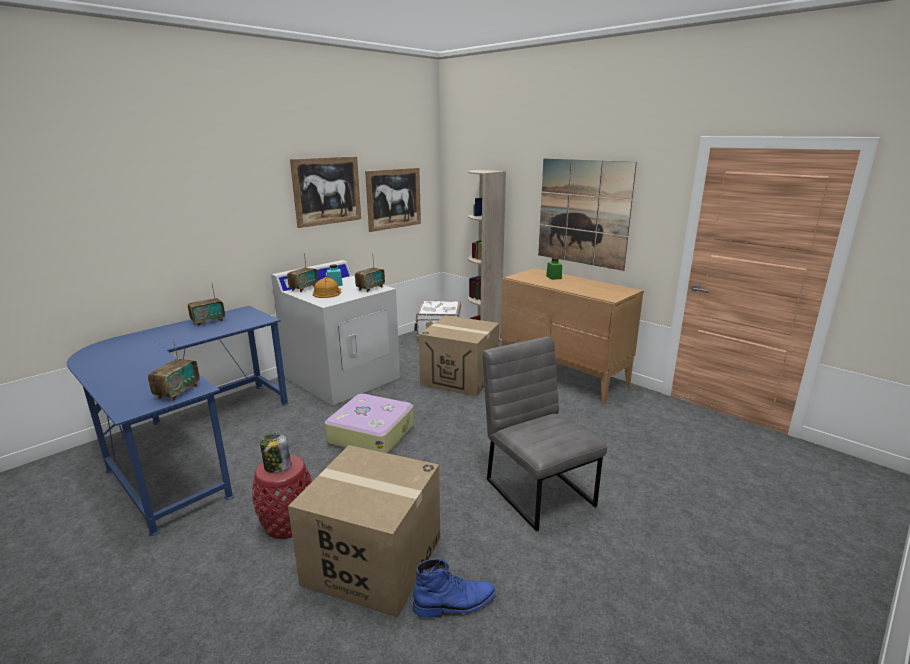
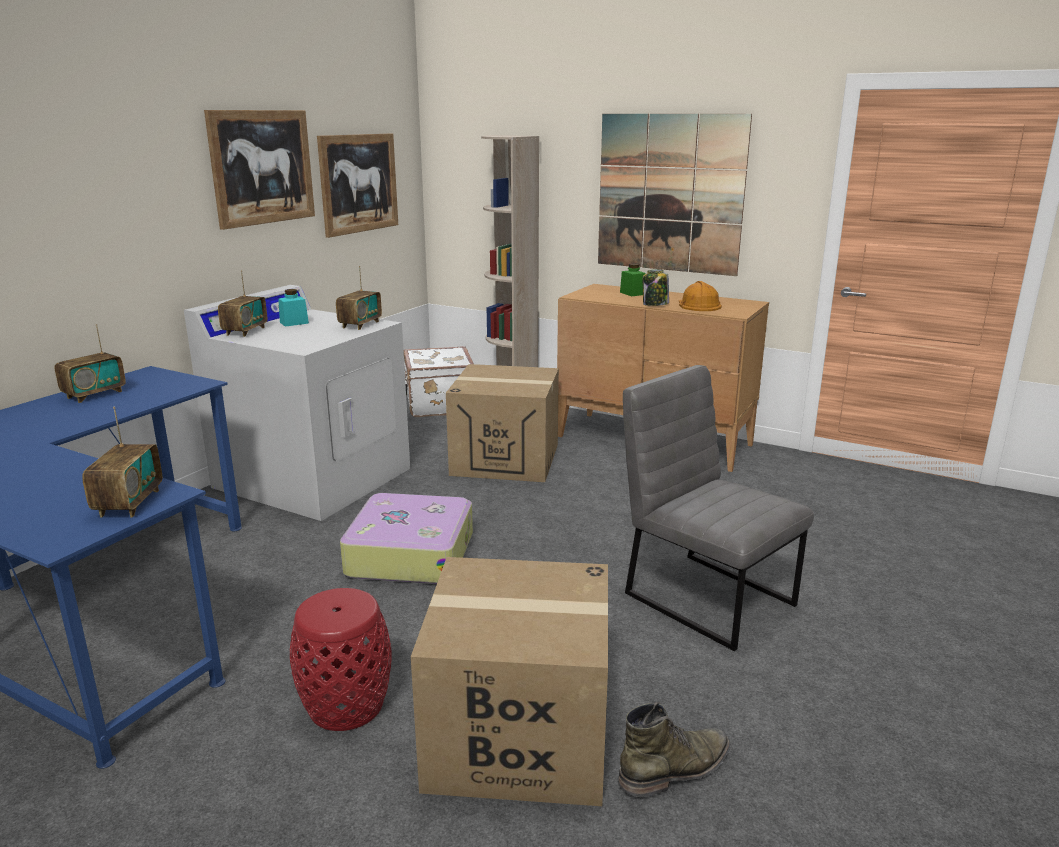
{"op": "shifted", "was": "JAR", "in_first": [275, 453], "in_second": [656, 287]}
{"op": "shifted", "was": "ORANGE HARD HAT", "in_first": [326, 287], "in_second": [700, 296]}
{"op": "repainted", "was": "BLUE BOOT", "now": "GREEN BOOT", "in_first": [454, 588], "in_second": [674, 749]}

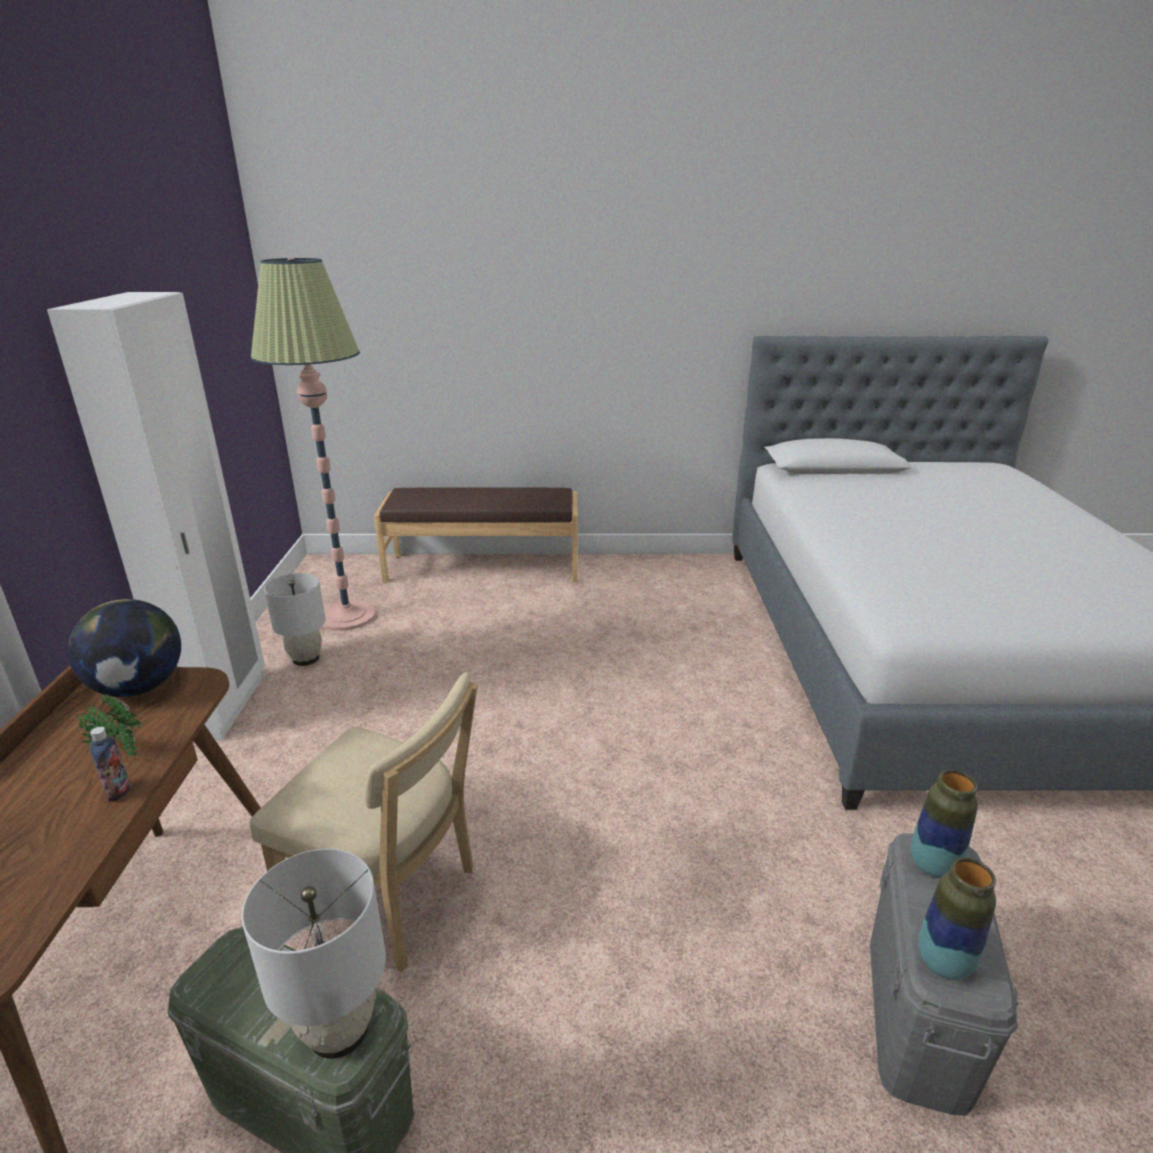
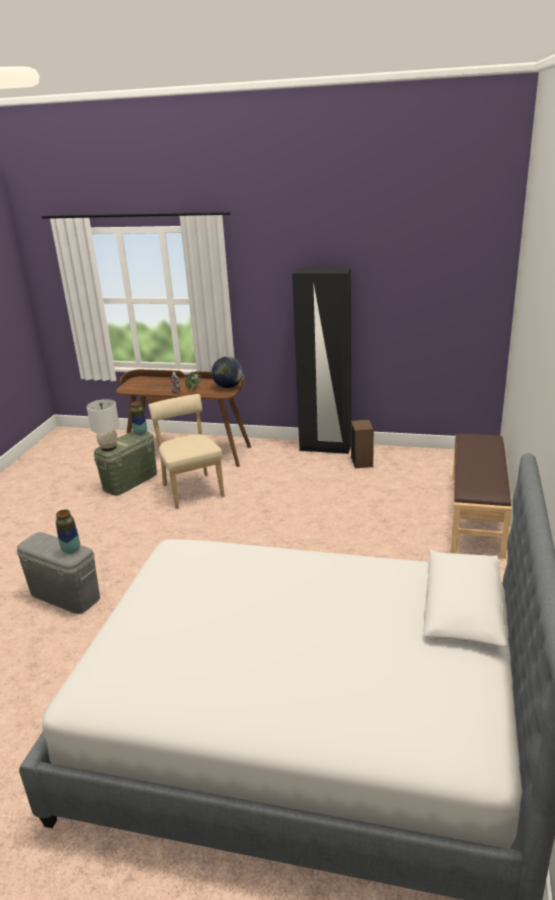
{"op": "gone", "was": "FLOOR LAMP", "in_first": [313, 444]}
{"op": "shifted", "was": "VASE", "in_first": [957, 919], "in_second": [138, 418]}
{"op": "swapped", "was": "WHITE TABLE LAMP", "now": "SPEAKER", "in_first": [295, 619], "in_second": [362, 443]}
{"op": "repainted", "was": "WHITE WARDROBE", "now": "BLACK WARDROBE", "in_first": [156, 516], "in_second": [321, 361]}
{"op": "rotated", "was": "BEIGE CHAIR", "in_first": [364, 822], "in_second": [186, 451], "clockwise": 120}

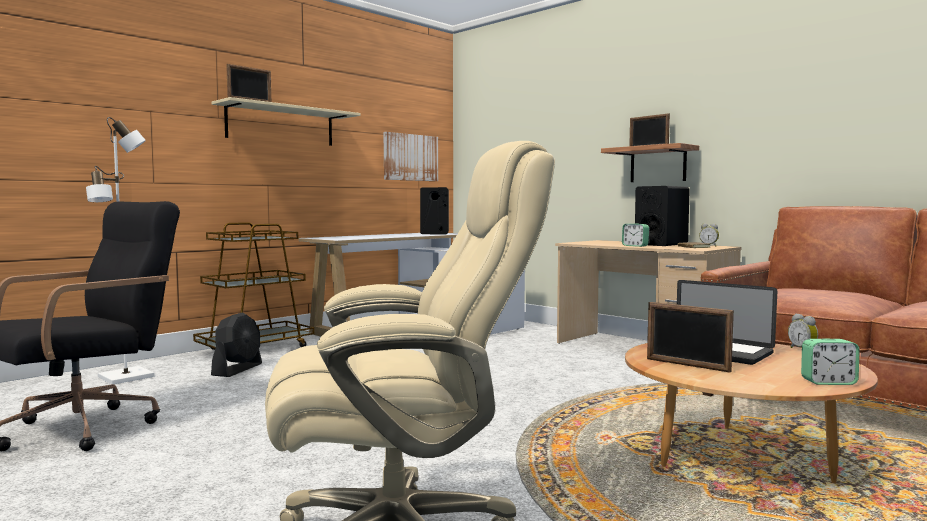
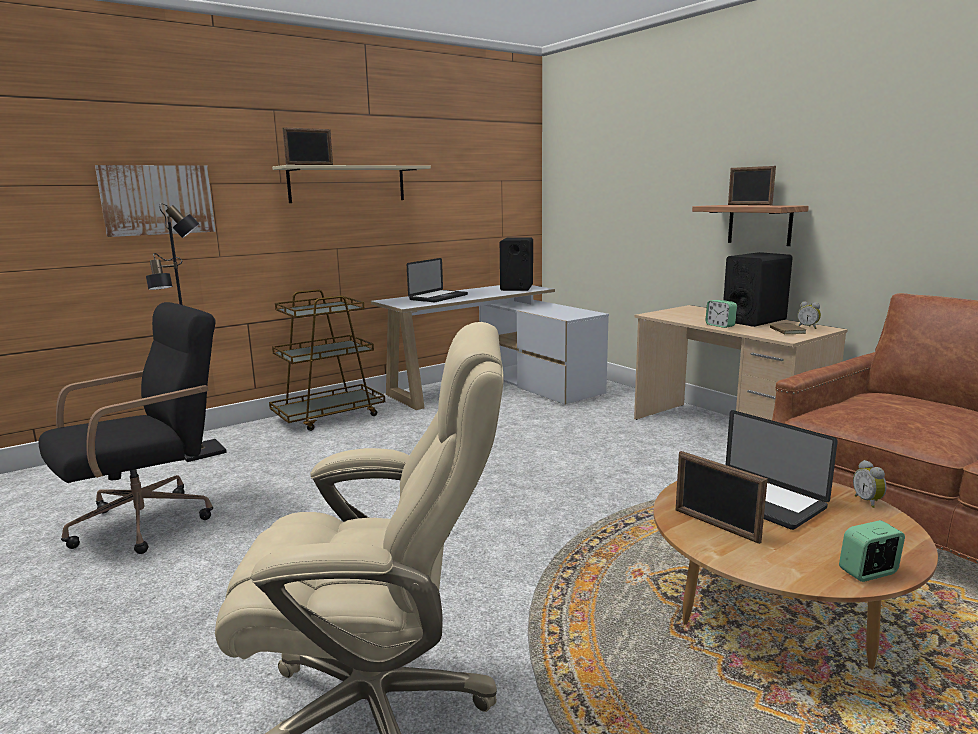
{"op": "gone", "was": "BLACK FAN", "in_first": [236, 345]}
{"op": "new", "now": "LAPTOP", "in_second": [437, 280]}
{"op": "shifted", "was": "PICTURE", "in_first": [411, 156], "in_second": [155, 201]}
{"op": "repainted", "was": "WHITE FLOOR LAMP", "now": "BLACK FLOOR LAMP", "in_first": [120, 250], "in_second": [186, 332]}
{"op": "rotated", "was": "ALARM CLOCK", "in_first": [830, 362], "in_second": [872, 551], "clockwise": 150}

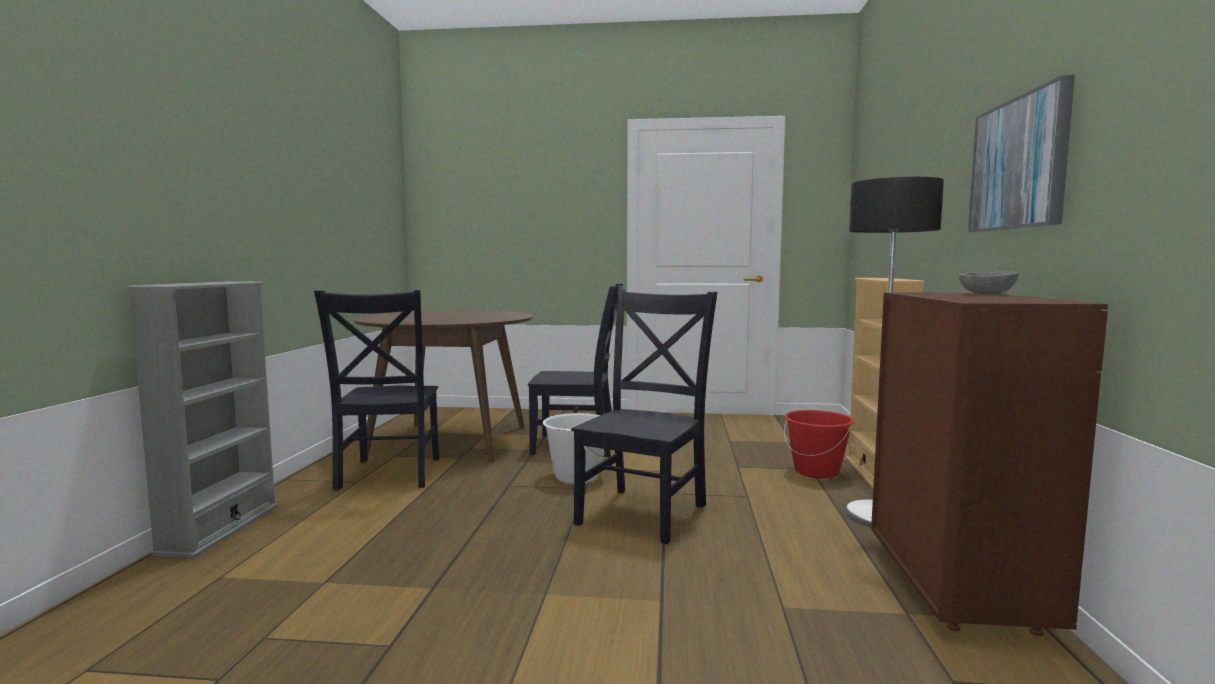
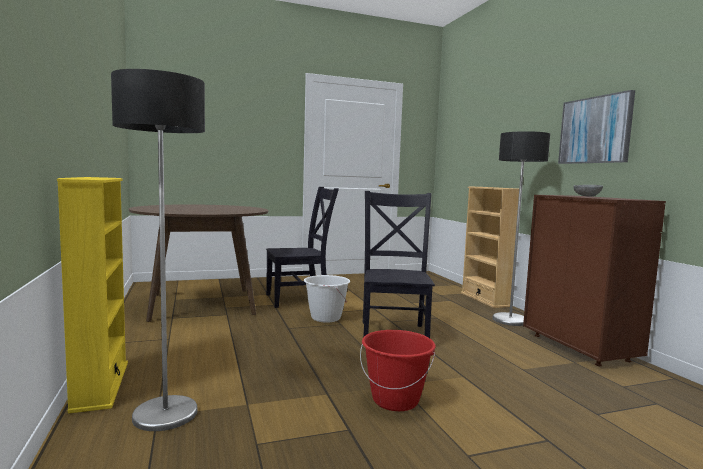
{"op": "gone", "was": "BLACK CHAIR", "in_first": [376, 390]}
{"op": "new", "now": "FLOOR LAMP", "in_second": [158, 250]}
{"op": "shifted", "was": "RED BUCKET", "in_first": [819, 444], "in_second": [398, 370]}
{"op": "repainted", "was": "GREY BOOKCASE", "now": "YELLOW BOOKCASE", "in_first": [202, 419], "in_second": [92, 295]}

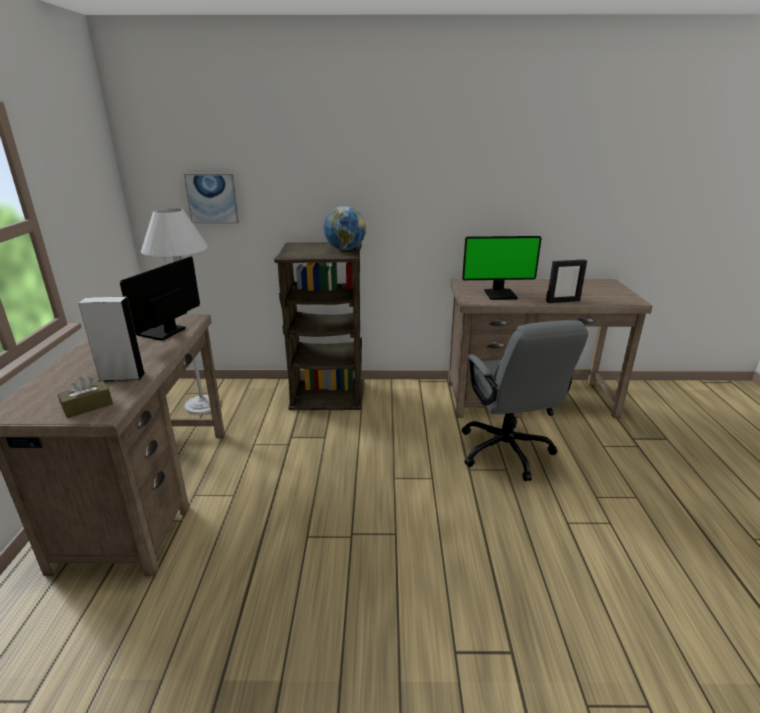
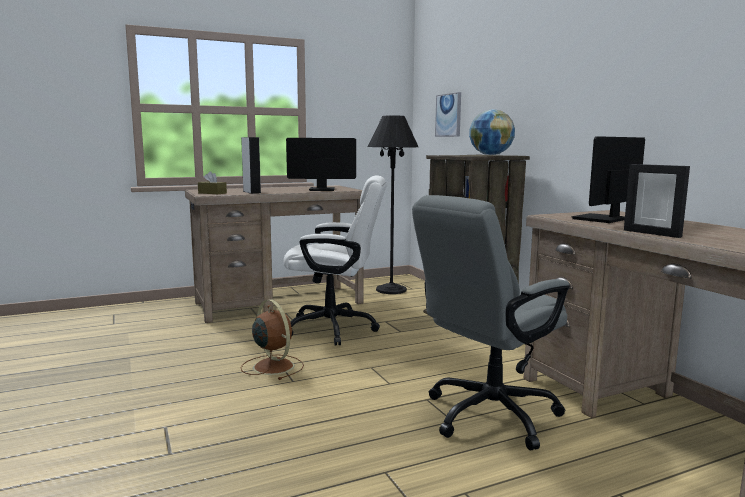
{"op": "new", "now": "BROWN FAN", "in_second": [272, 339]}
{"op": "new", "now": "WHITE OFFICE CHAIR", "in_second": [334, 261]}
{"op": "repainted", "was": "WHITE FLOOR LAMP", "now": "BLACK FLOOR LAMP", "in_first": [181, 311], "in_second": [393, 205]}
{"op": "rotated", "was": "MONITOR", "in_first": [502, 268], "in_second": [608, 179], "clockwise": 75}

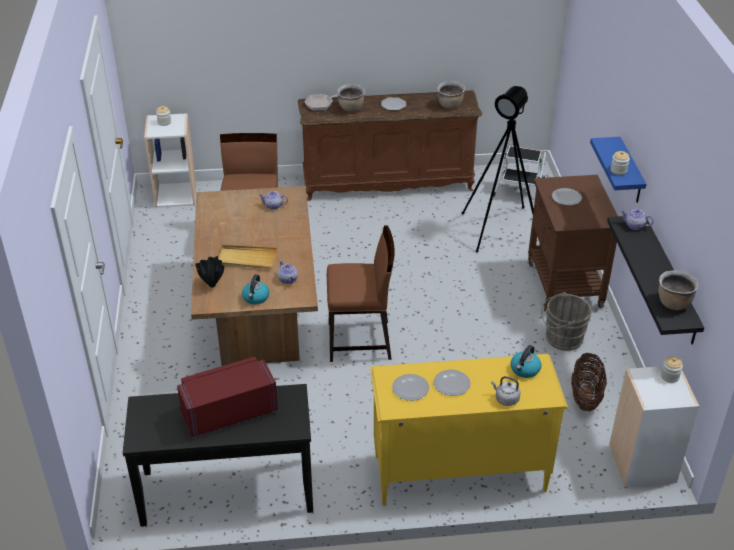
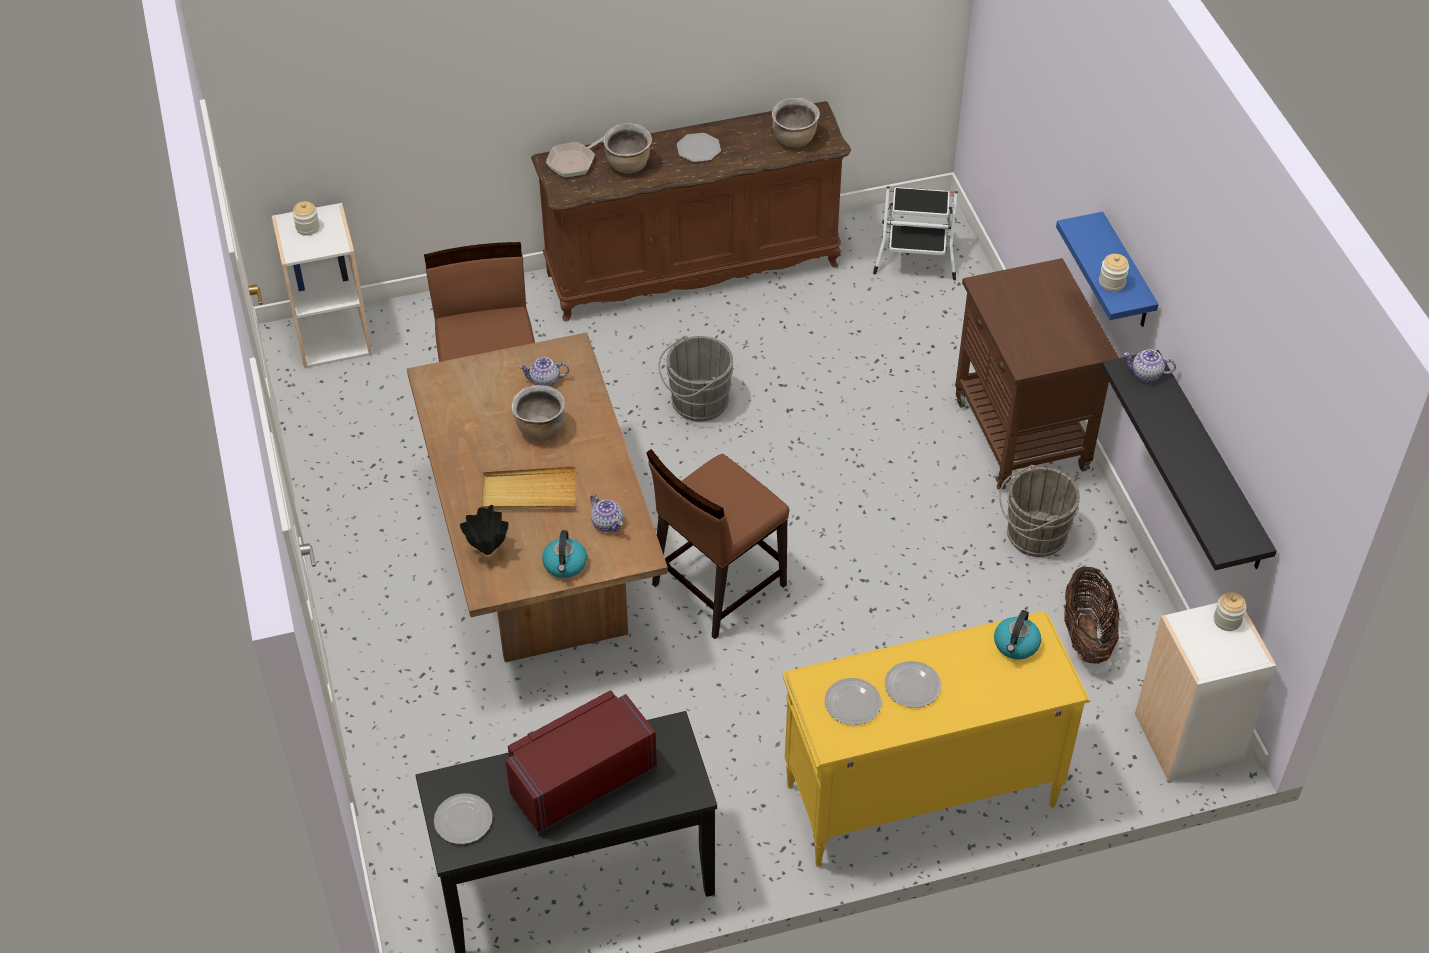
{"op": "gone", "was": "BLACK FLOOR LAMP", "in_first": [501, 169]}
{"op": "gone", "was": "GREY KETTLE", "in_first": [505, 391]}
{"op": "new", "now": "GREY BUCKET", "in_second": [696, 379]}
{"op": "shifted", "was": "PLATE", "in_first": [567, 196], "in_second": [463, 818]}
{"op": "shifted", "was": "BROWN COOKING POT", "in_first": [678, 290], "in_second": [538, 413]}
{"op": "rotated", "was": "BROWN CHAIR", "in_first": [361, 293], "in_second": [718, 544], "clockwise": 150}

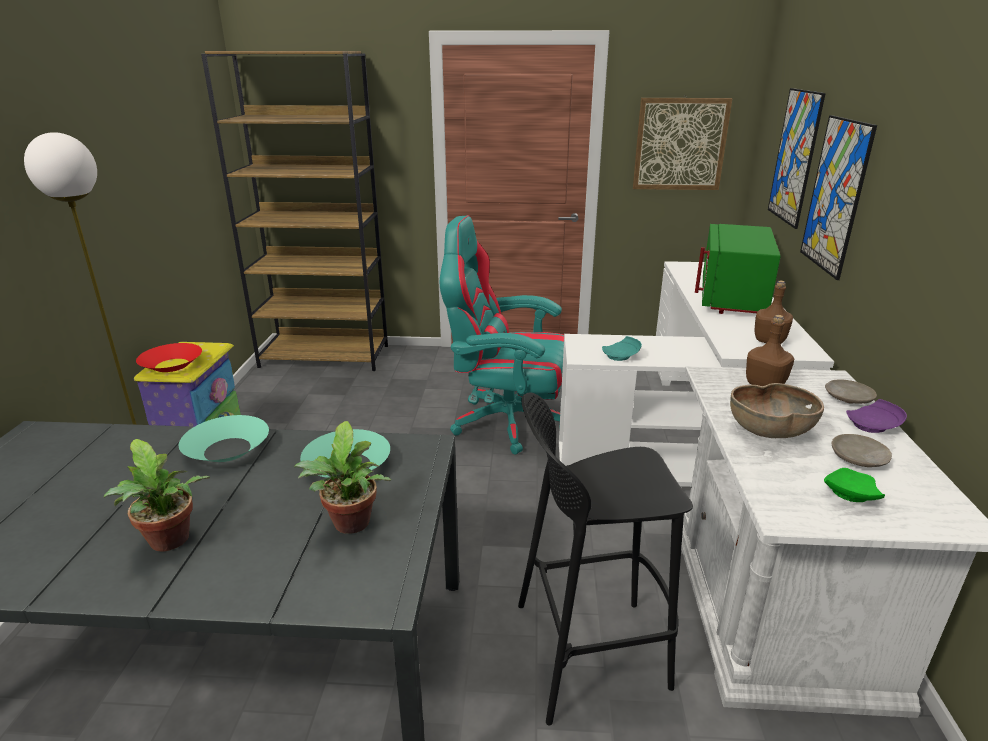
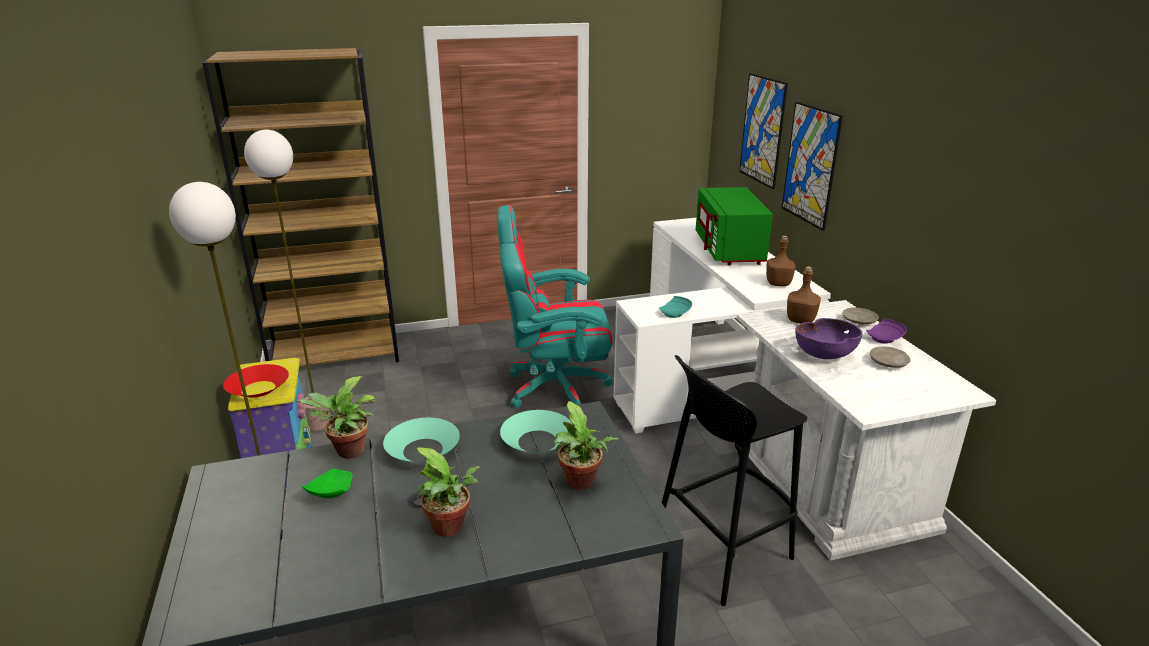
{"op": "gone", "was": "PICTURE", "in_first": [682, 142]}
{"op": "new", "now": "FLOOR LAMP", "in_second": [287, 280]}
{"op": "new", "now": "POTTED PLANT", "in_second": [336, 417]}
{"op": "shifted", "was": "GREEN PLATE", "in_first": [854, 485], "in_second": [327, 483]}
{"op": "repainted", "was": "BROWN BOWL", "now": "PURPLE BOWL", "in_first": [777, 410], "in_second": [829, 338]}

